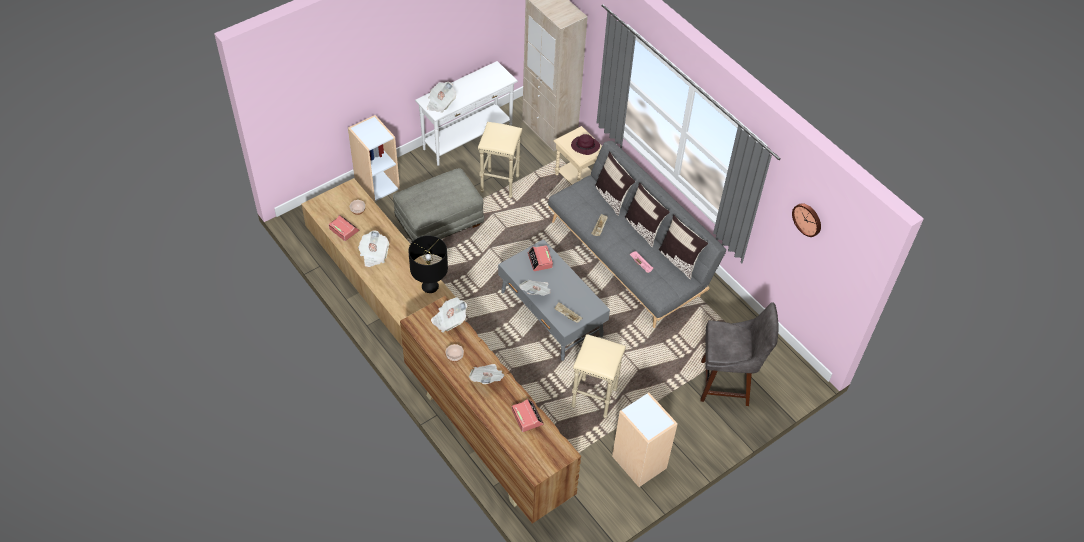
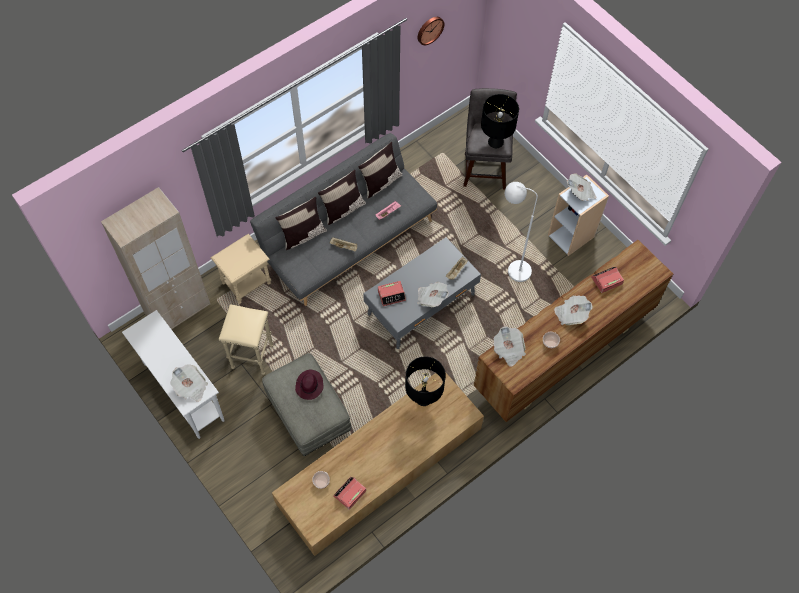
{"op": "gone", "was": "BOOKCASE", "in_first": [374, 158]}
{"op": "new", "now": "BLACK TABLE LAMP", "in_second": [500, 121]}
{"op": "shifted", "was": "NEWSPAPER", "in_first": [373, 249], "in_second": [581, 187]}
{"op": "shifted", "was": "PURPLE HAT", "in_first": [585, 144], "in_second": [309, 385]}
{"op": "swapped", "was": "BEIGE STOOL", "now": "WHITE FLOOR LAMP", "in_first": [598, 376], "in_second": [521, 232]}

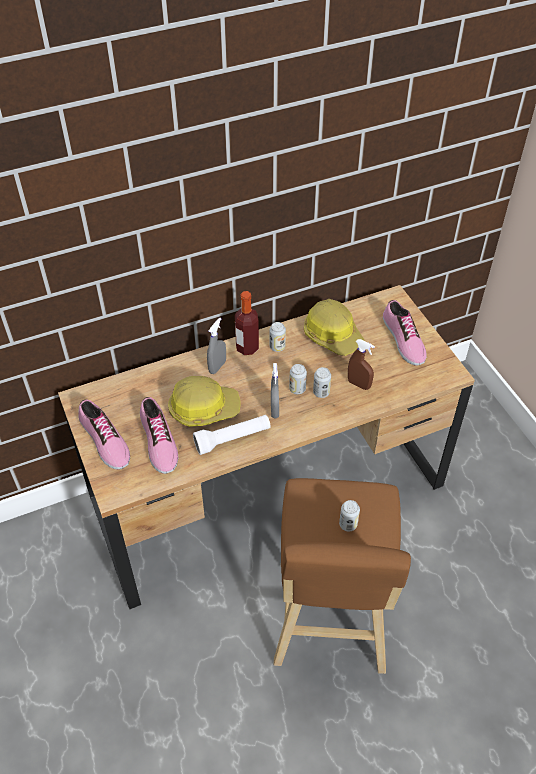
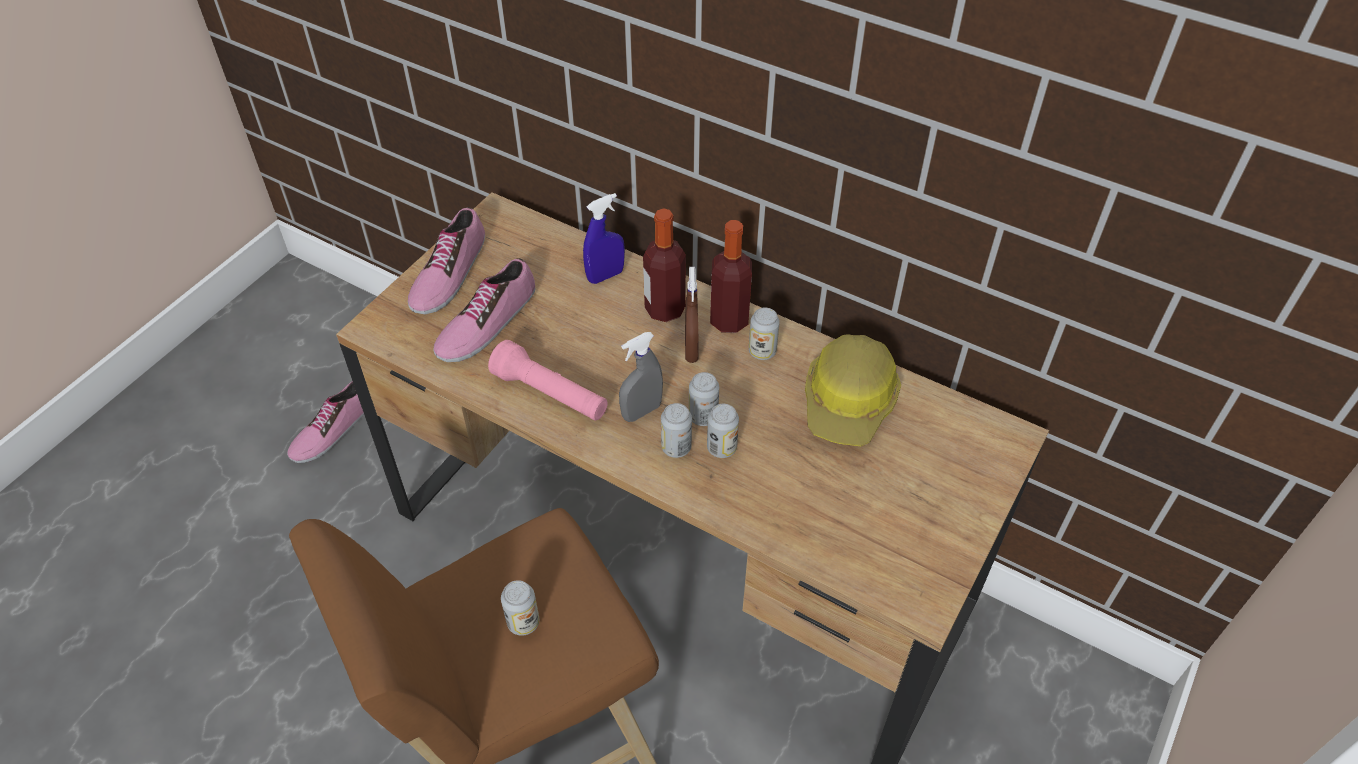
{"op": "gone", "was": "HARD HAT", "in_first": [204, 401]}
{"op": "new", "now": "BLUE SPRAY BOTTLE", "in_second": [604, 238]}
{"op": "new", "now": "CAN", "in_second": [676, 430]}
{"op": "shifted", "was": "BROWN SPRAY BOTTLE", "in_first": [361, 364], "in_second": [692, 315]}
{"op": "shifted", "was": "SHOE", "in_first": [405, 333], "in_second": [325, 422]}
{"op": "swapped", "was": "GREY SPRAY BOTTLE", "now": "BOTTLE", "in_first": [216, 346], "in_second": [664, 265]}
{"op": "repainted", "was": "WHITE FLASHLIGHT", "now": "PINK FLASHLIGHT", "in_first": [232, 435], "in_second": [548, 380]}

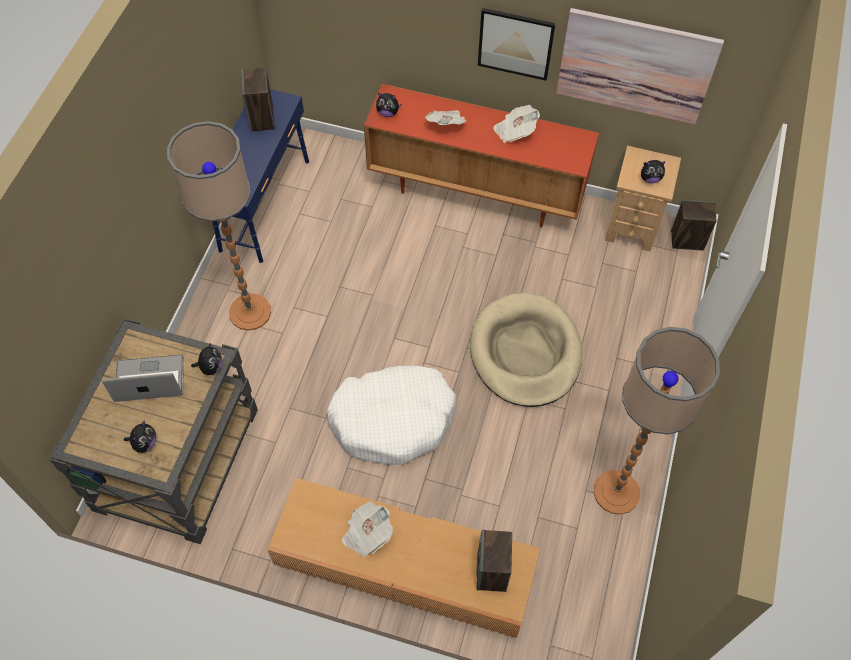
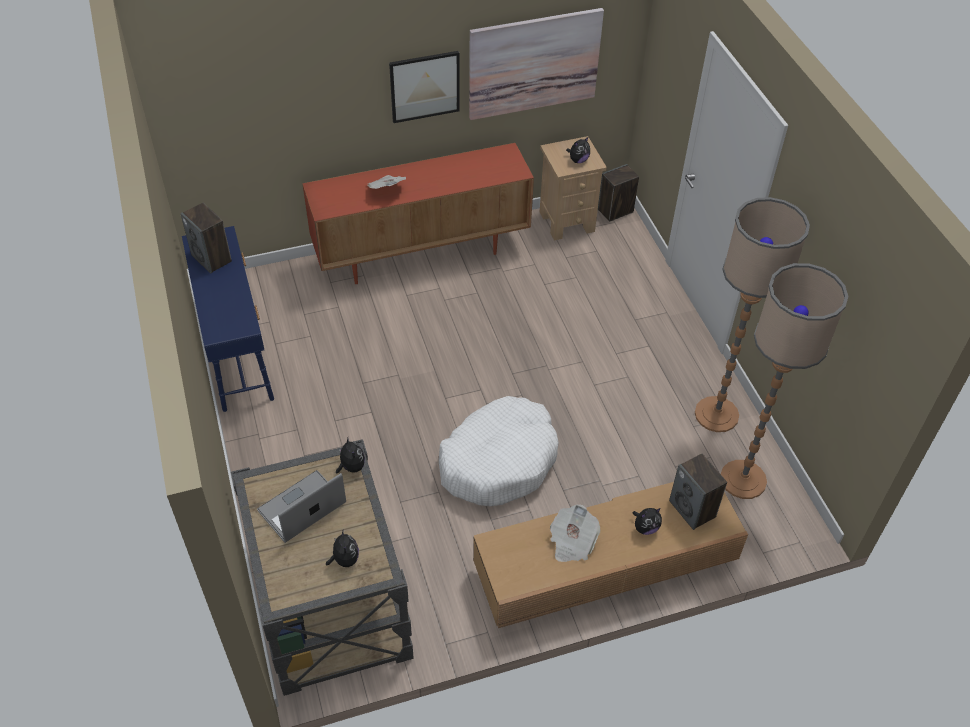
{"op": "gone", "was": "BEIGE DOG BED", "in_first": [526, 350]}
{"op": "gone", "was": "NEWSPAPER", "in_first": [516, 124]}
{"op": "shifted", "was": "FLOOR LAMP", "in_first": [219, 226], "in_second": [784, 381]}
{"op": "shifted", "was": "PLUSH TOY", "in_first": [389, 105], "in_second": [647, 521]}

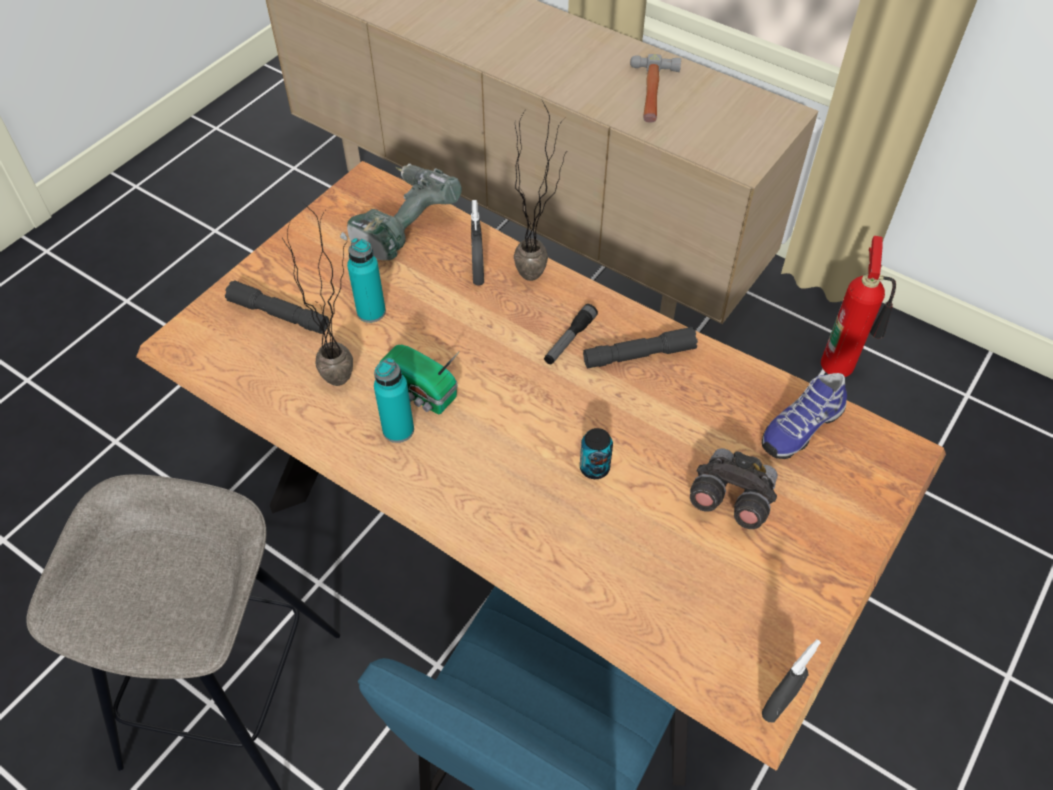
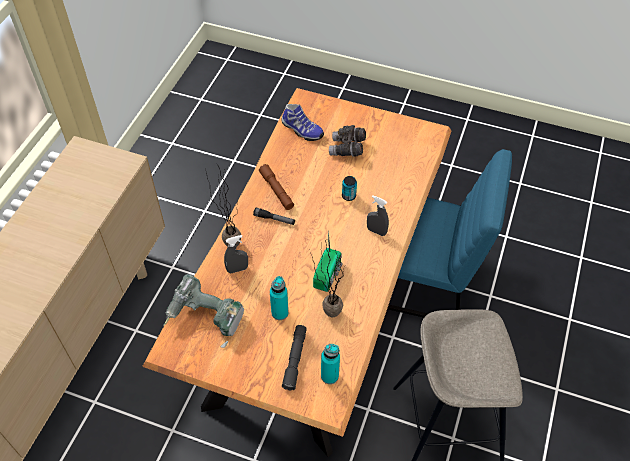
{"op": "gone", "was": "HAMMER", "in_first": [655, 88]}
{"op": "gone", "was": "FIRE EXTINGUISHER", "in_first": [858, 306]}
{"op": "shifted", "was": "TURQUOISE BOTTLE", "in_first": [394, 400], "in_second": [330, 364]}
{"op": "shifted", "was": "GREY SPRAY BOTTLE", "in_first": [791, 680], "in_second": [378, 215]}
{"op": "repainted", "was": "GREY FLASHLIGHT", "now": "BROWN FLASHLIGHT", "in_first": [640, 347], "in_second": [276, 187]}

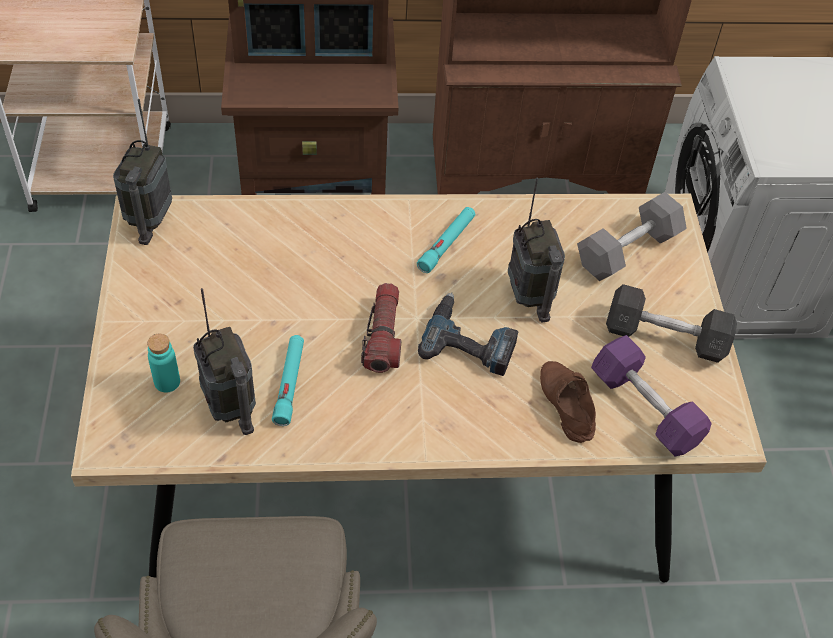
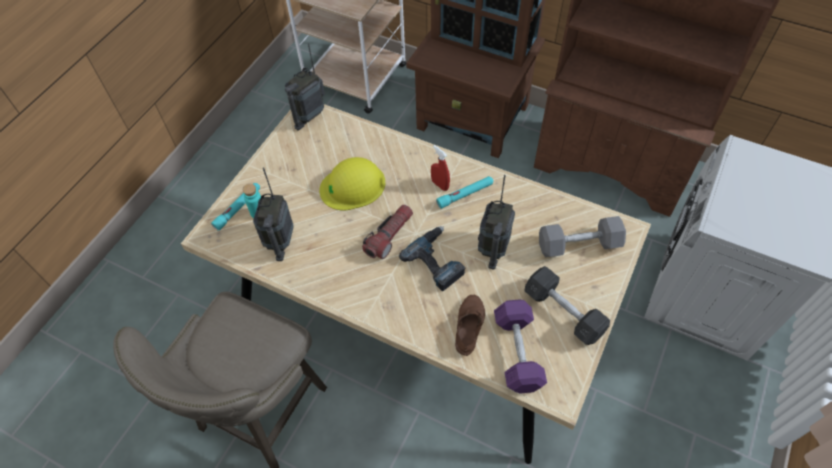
{"op": "new", "now": "YELLOW HARD HAT", "in_second": [352, 184]}
{"op": "new", "now": "RED SPRAY BOTTLE", "in_second": [440, 168]}
{"op": "shifted", "was": "TURQUOISE FLASHLIGHT", "in_first": [288, 380], "in_second": [235, 207]}

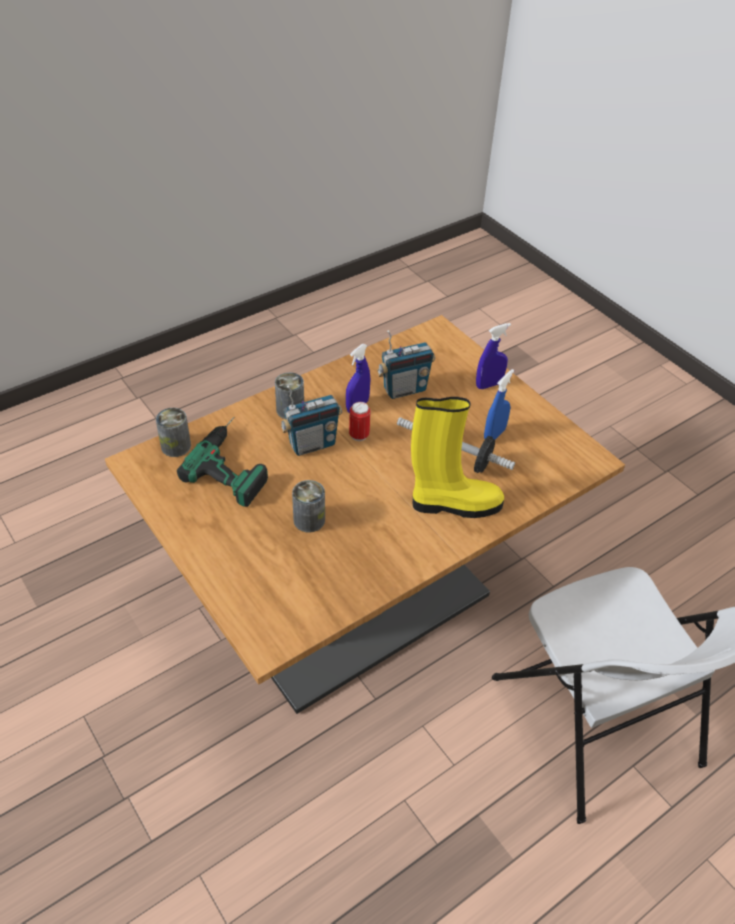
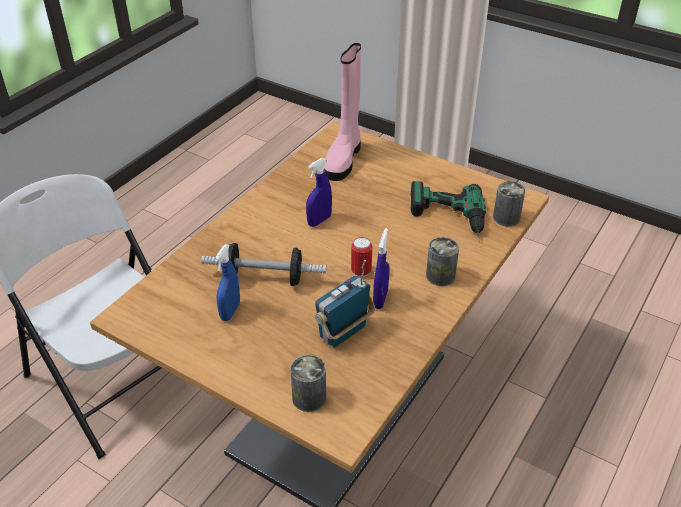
{"op": "gone", "was": "RADIO", "in_first": [311, 420]}
{"op": "gone", "was": "YELLOW BOOT", "in_first": [457, 457]}
{"op": "new", "now": "PINK BOOT", "in_second": [342, 112]}
{"op": "shifted", "was": "CAN", "in_first": [308, 506], "in_second": [308, 383]}
{"op": "shifted", "was": "BLUE SPRAY BOTTLE", "in_first": [493, 356], "in_second": [319, 192]}

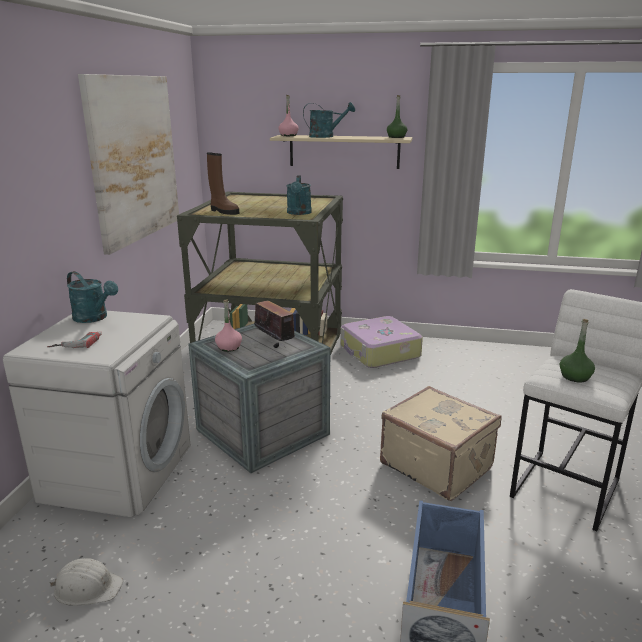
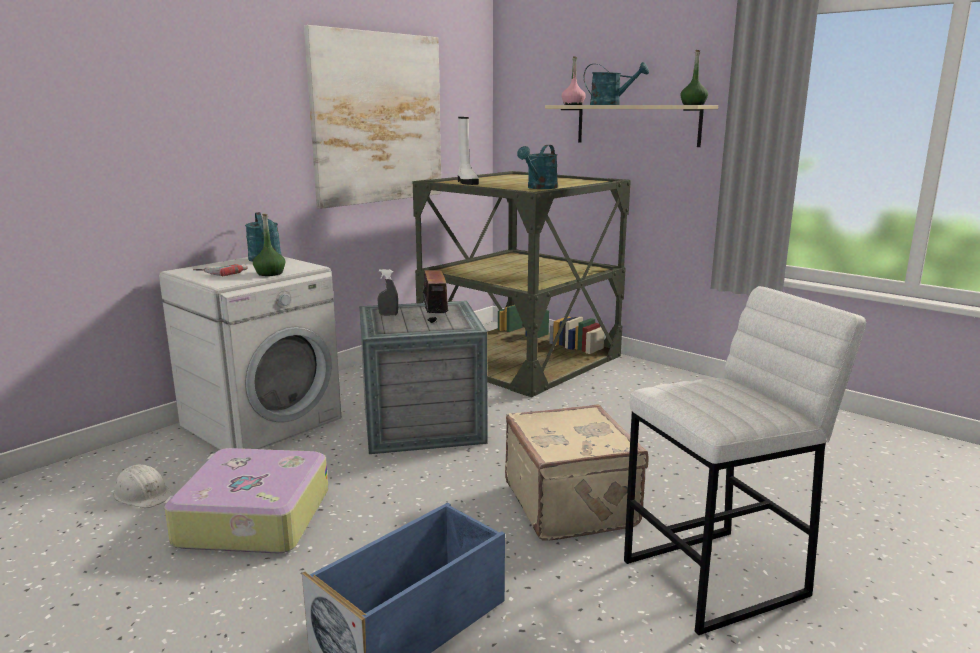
{"op": "shifted", "was": "SUITCASE", "in_first": [381, 342], "in_second": [246, 500]}
{"op": "shifted", "was": "GREEN BOTTLE", "in_first": [577, 350], "in_second": [269, 245]}
{"op": "swapped", "was": "PINK BOTTLE", "now": "GREY SPRAY BOTTLE", "in_first": [228, 326], "in_second": [388, 292]}
{"op": "repainted", "was": "BROWN BOOT", "now": "WHITE BOOT", "in_first": [223, 183], "in_second": [468, 151]}

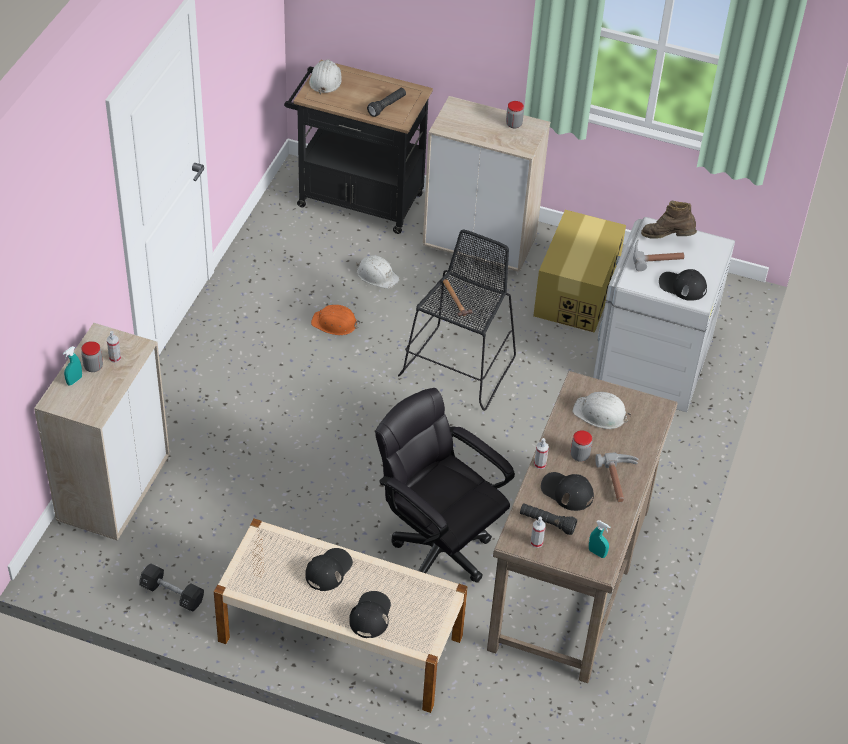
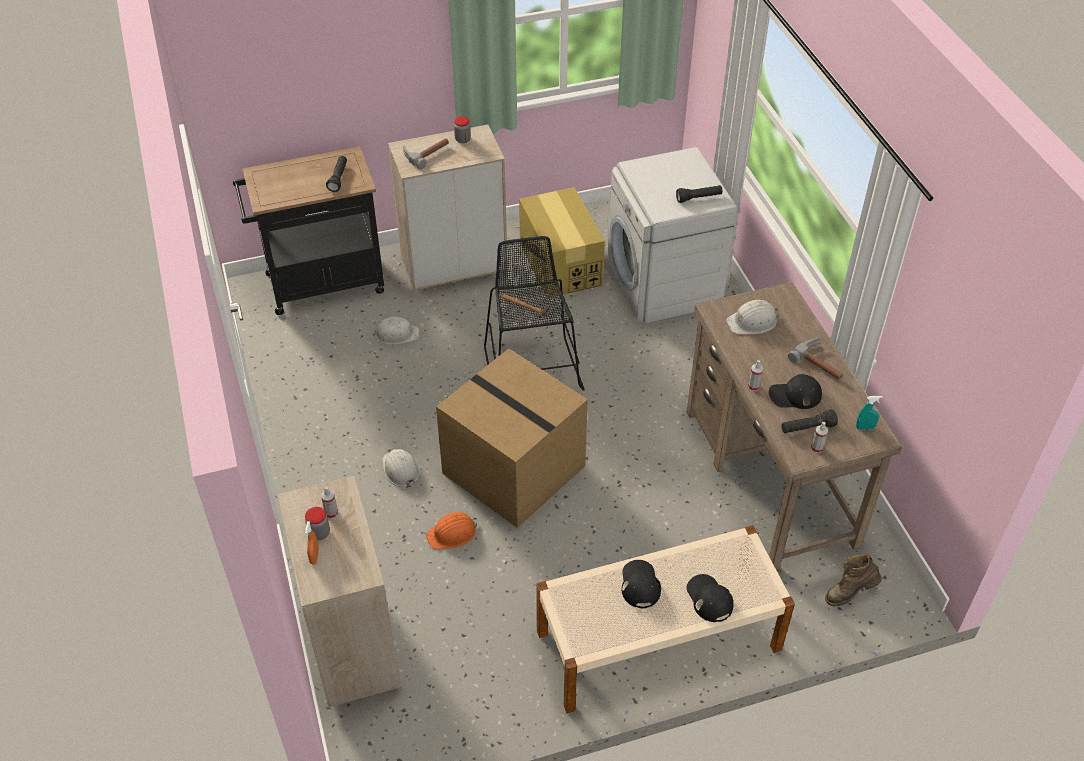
{"op": "gone", "was": "BLACK DUMBBELL", "in_first": [171, 587]}
{"op": "gone", "was": "BLACK OFFICE CHAIR", "in_first": [445, 485]}
{"op": "gone", "was": "JAR", "in_first": [581, 446]}
{"op": "new", "now": "CARDBOARD BOX", "in_second": [512, 438]}
{"op": "shifted", "was": "WHITE HARD HAT", "in_first": [325, 76], "in_second": [401, 468]}
{"op": "shifted", "was": "ORANGE HARD HAT", "in_first": [335, 320], "in_second": [451, 530]}
{"op": "shifted", "was": "HAMMER", "in_first": [659, 255], "in_second": [426, 153]}
{"op": "shifted", "was": "BROWN BOOT", "in_first": [669, 220], "in_second": [853, 580]}
{"op": "swapped", "was": "BLACK CAP", "now": "BLACK FLASHLIGHT", "in_first": [683, 285], "in_second": [699, 194]}
{"op": "repainted", "was": "TURQUOISE SPRAY BOTTLE", "now": "ORANGE SPRAY BOTTLE", "in_first": [72, 366], "in_second": [312, 543]}

